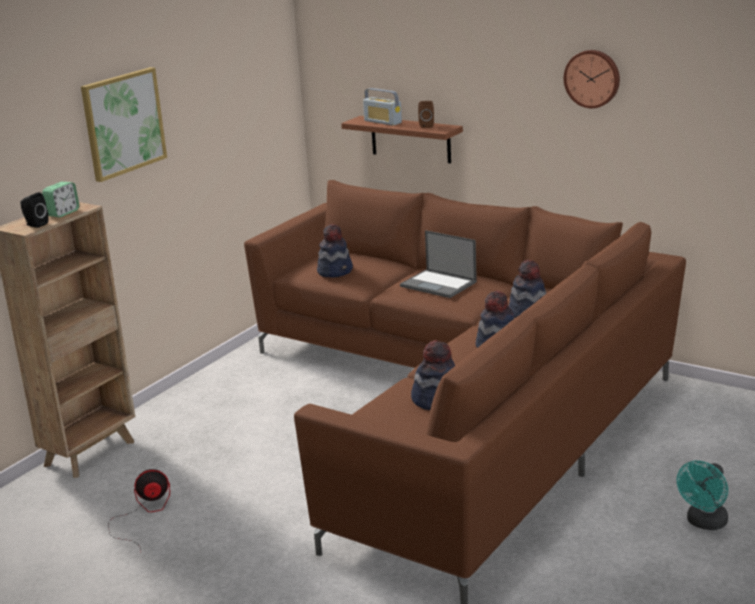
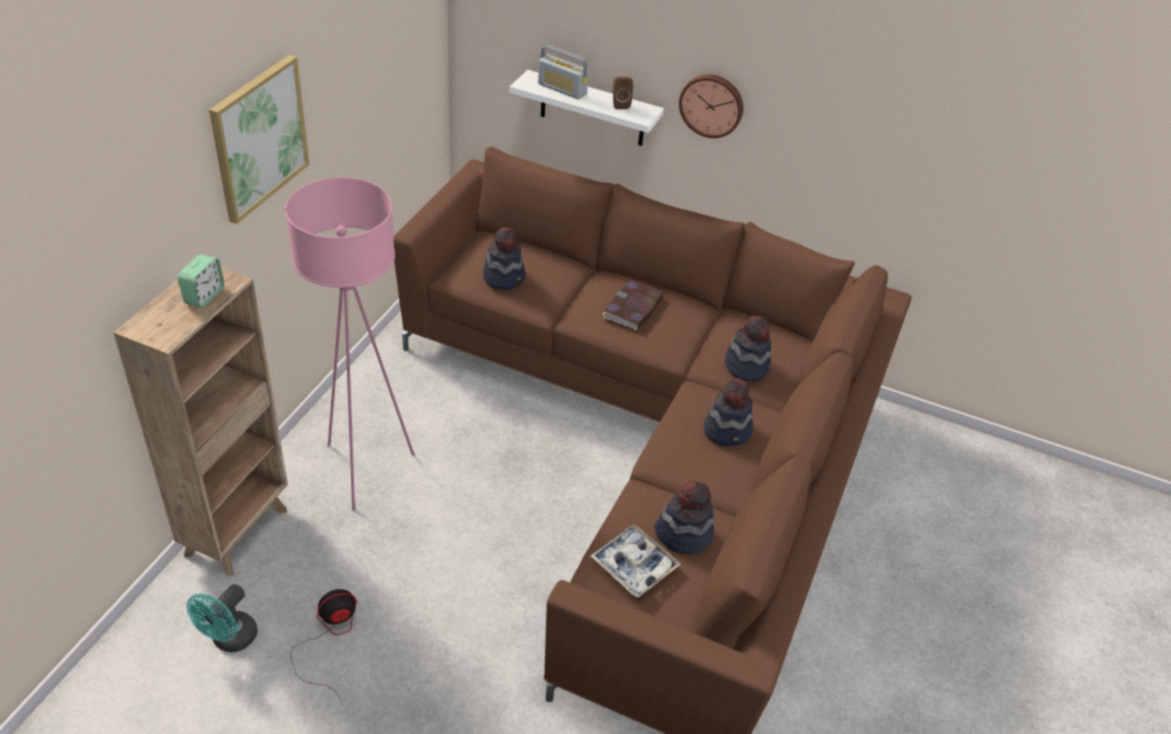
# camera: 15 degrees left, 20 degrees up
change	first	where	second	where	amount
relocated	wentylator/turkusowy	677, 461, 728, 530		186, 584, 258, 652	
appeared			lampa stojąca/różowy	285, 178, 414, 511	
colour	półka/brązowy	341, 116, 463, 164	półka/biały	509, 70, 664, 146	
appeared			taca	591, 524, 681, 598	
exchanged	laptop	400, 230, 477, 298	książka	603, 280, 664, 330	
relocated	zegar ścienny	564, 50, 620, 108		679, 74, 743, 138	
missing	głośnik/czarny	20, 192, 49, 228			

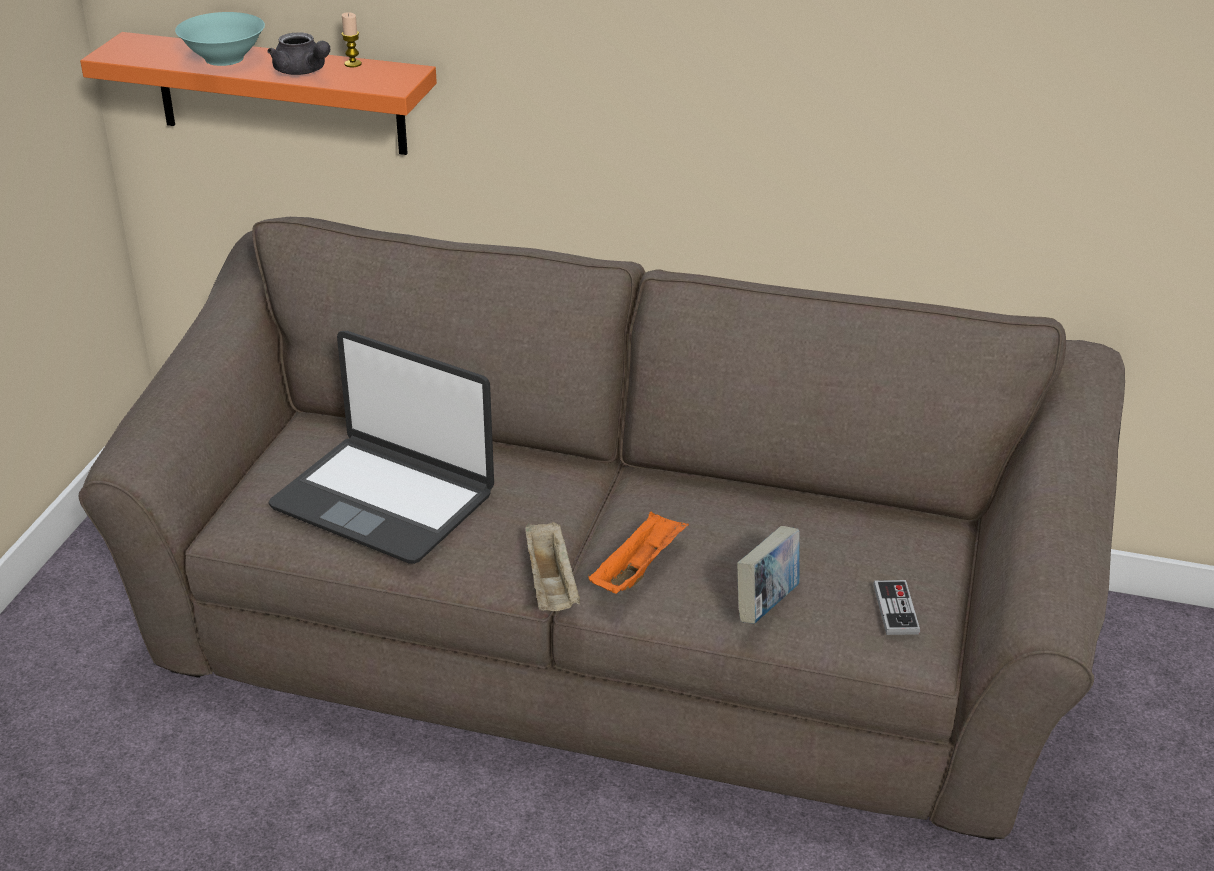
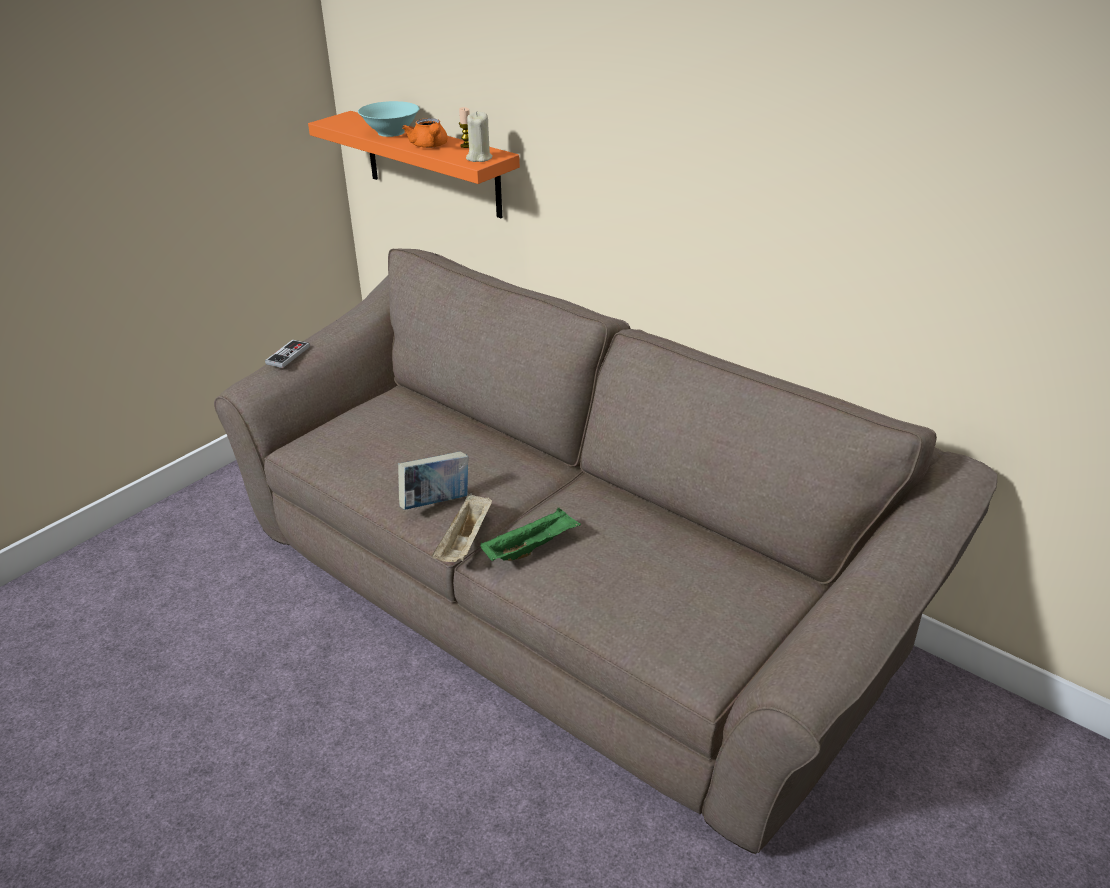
# camera: 25 degrees right, 0 degrees up
change	first	where	second	where	amount
relocated	pad do gier	874, 580, 920, 635		265, 340, 310, 368	
relocated	książka	737, 526, 800, 624		398, 451, 468, 510	
colour	imbryk/szary	267, 32, 330, 75	imbryk/pomarańczowy	402, 118, 448, 148	
appeared			świeca/beżowy	466, 111, 493, 162	
colour	taca/pomarańczowy	588, 511, 689, 594	taca/zielony	480, 508, 581, 561	
missing	laptop	268, 331, 494, 564			

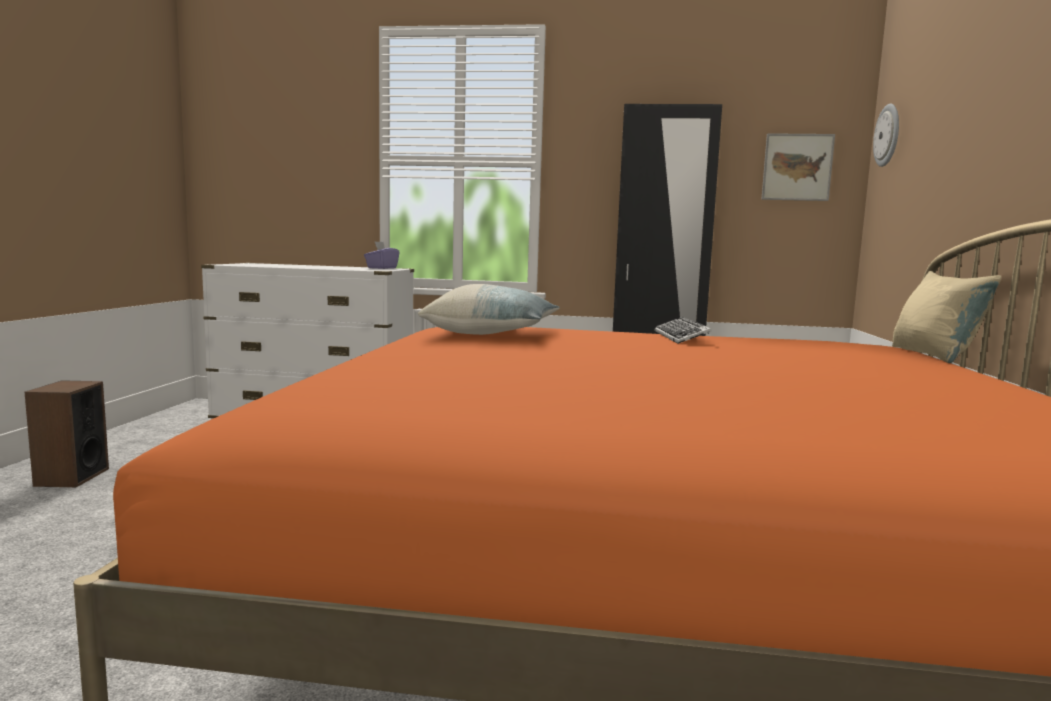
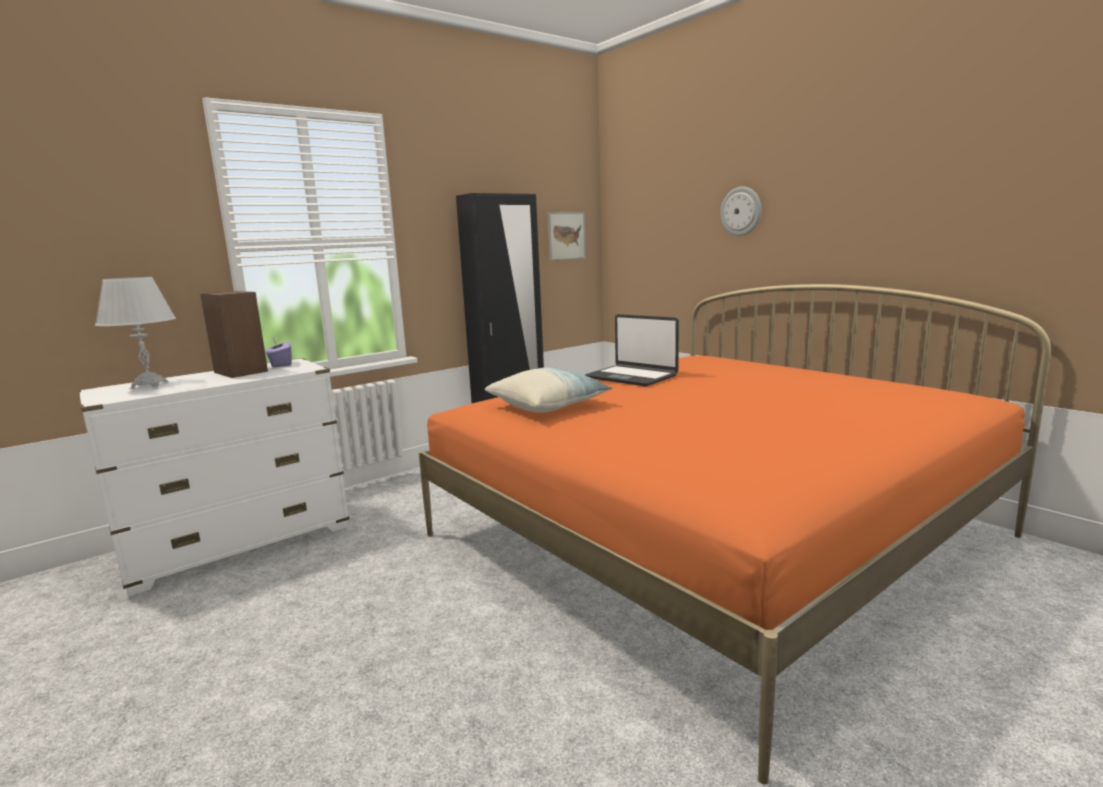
# camera: 45 degrees left, 5 degrees up
change	first	where	second	where	amount
appeared			lampa stołowa/biały	95, 276, 176, 389	
relocated	głośnik	25, 380, 109, 487		200, 291, 268, 378	
exchanged	klawiatura	655, 317, 712, 344	laptop	585, 314, 679, 387	
relocated	zegar ścienny	873, 104, 899, 167		720, 186, 761, 236	
missing	poduszka/beżowy	892, 271, 1001, 363			

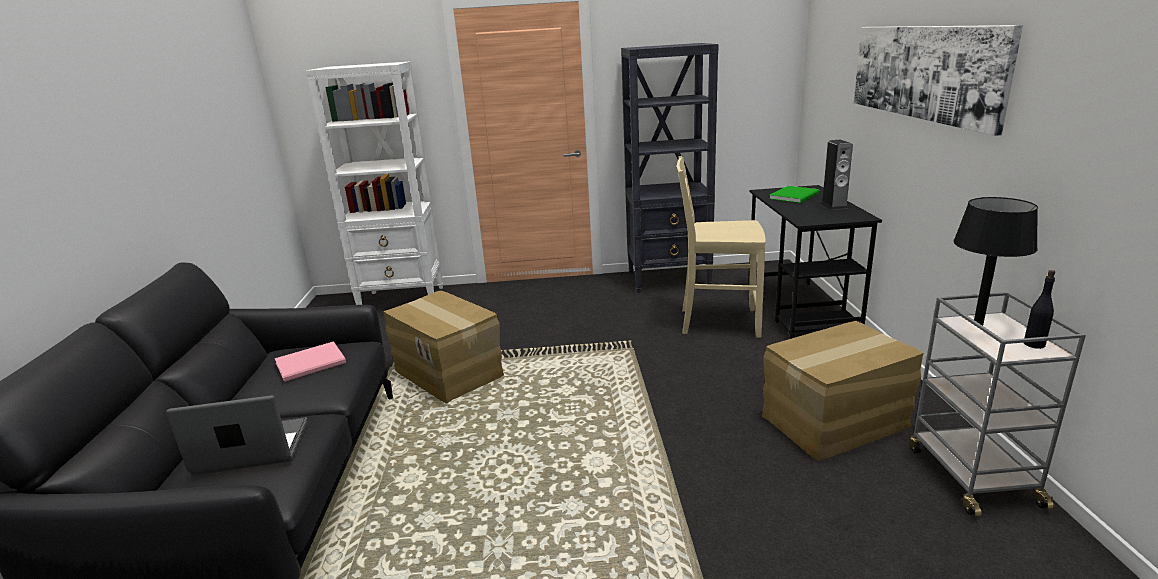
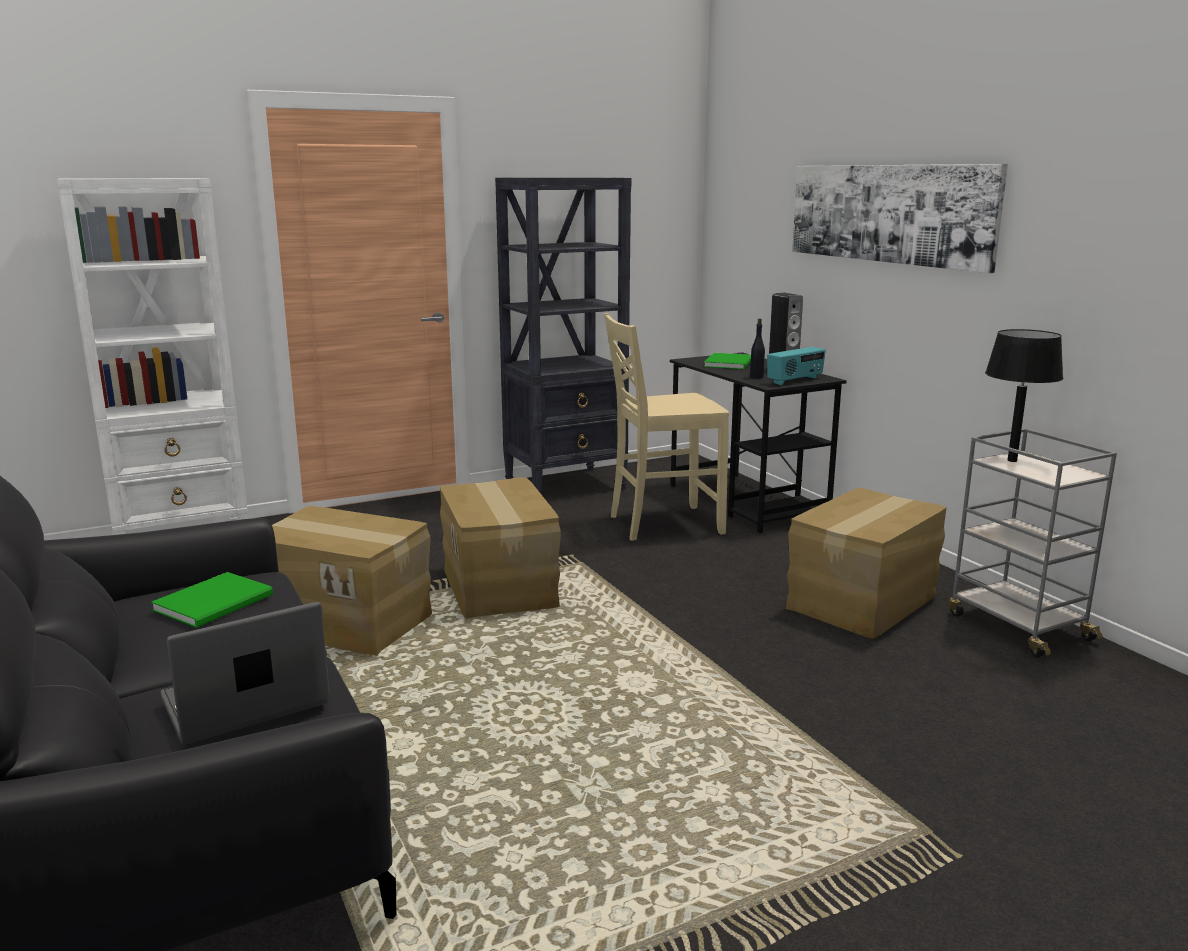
# camera: 25 degrees left, 5 degrees down
change	first	where	second	where	amount
colour	książka/różowy	275, 341, 346, 382	książka/zielony	151, 572, 273, 628	
appeared			karton	440, 478, 561, 619	
relocated	butelka/czarny	1024, 270, 1055, 349		750, 318, 765, 379	
appeared			radio	767, 347, 826, 385	

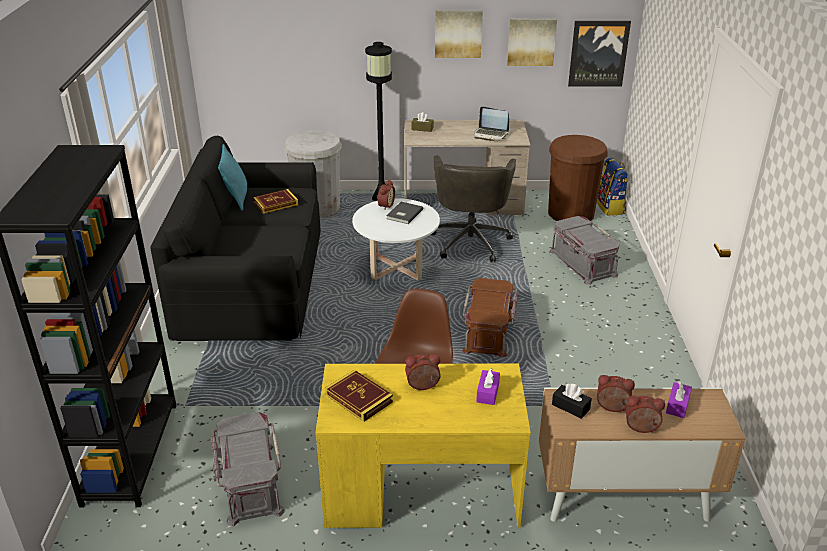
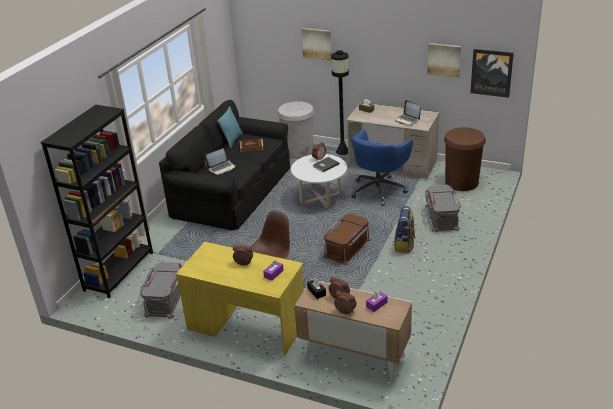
# camera: 25 degrees right, 0 degrees up
change	first	where	second	where	amount
appeared			laptop	204, 148, 236, 175	
relocated	obraz	435, 10, 483, 58		301, 28, 332, 61	
colour	krzesło biurowe/szary	431, 155, 516, 262	krzesło biurowe/niebieski	351, 130, 413, 206	
relocated	plecak	597, 158, 629, 216		394, 206, 415, 253	
missing	książka	325, 370, 393, 422			

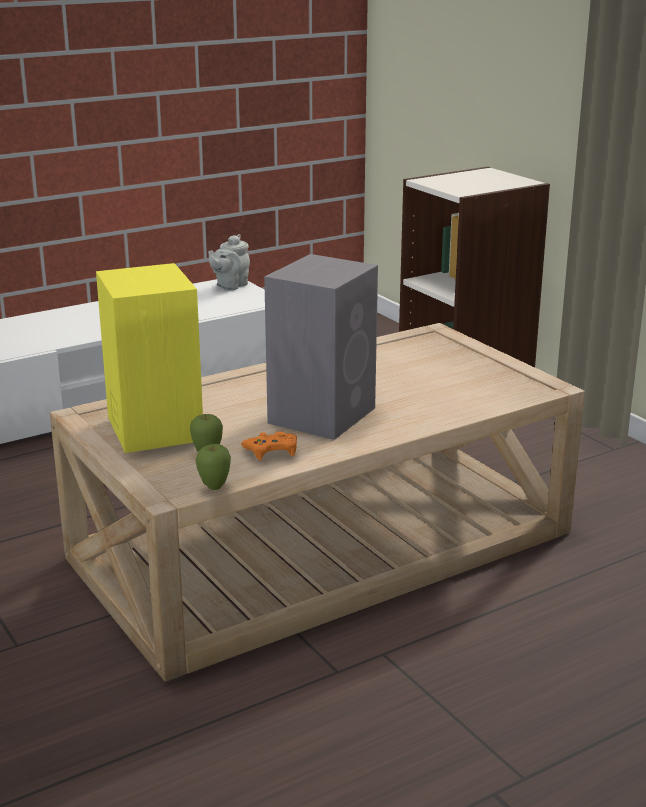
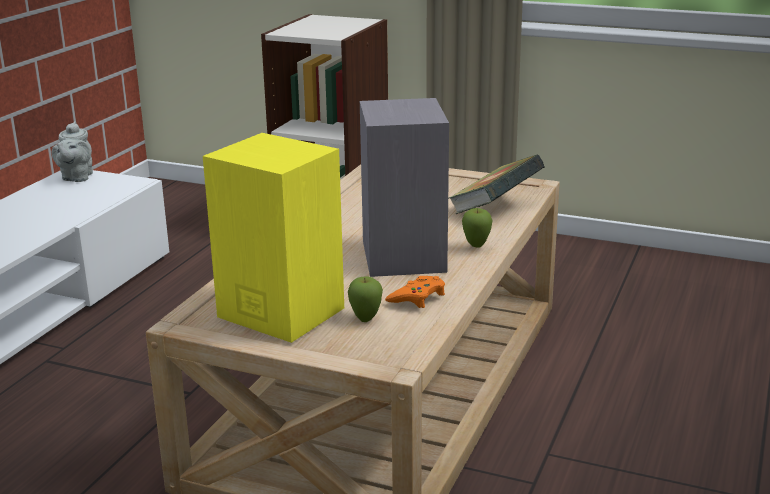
# camera: 35 degrees left, 0 degrees up
change	first	where	second	where	amount
appeared			książka	448, 155, 544, 214	
relocated	jabłko	195, 444, 231, 490		462, 208, 493, 248	

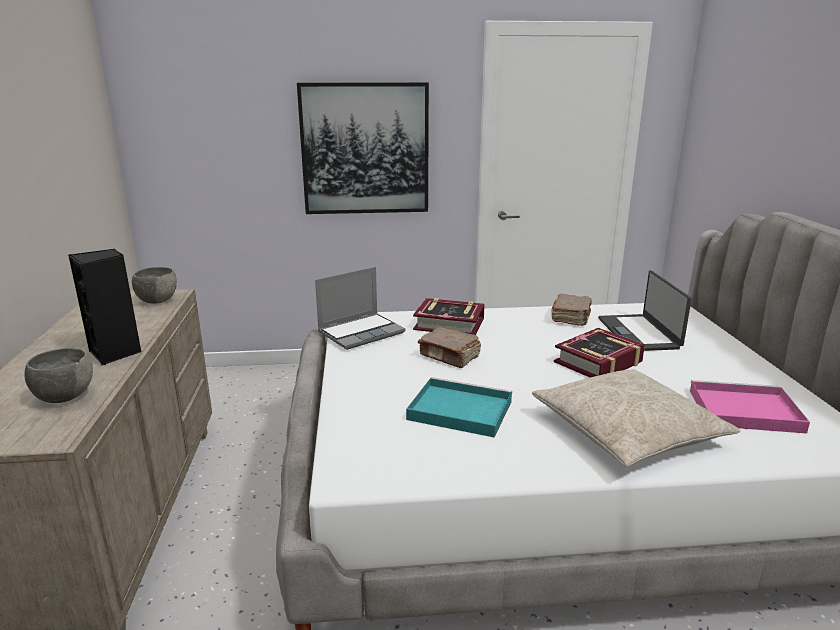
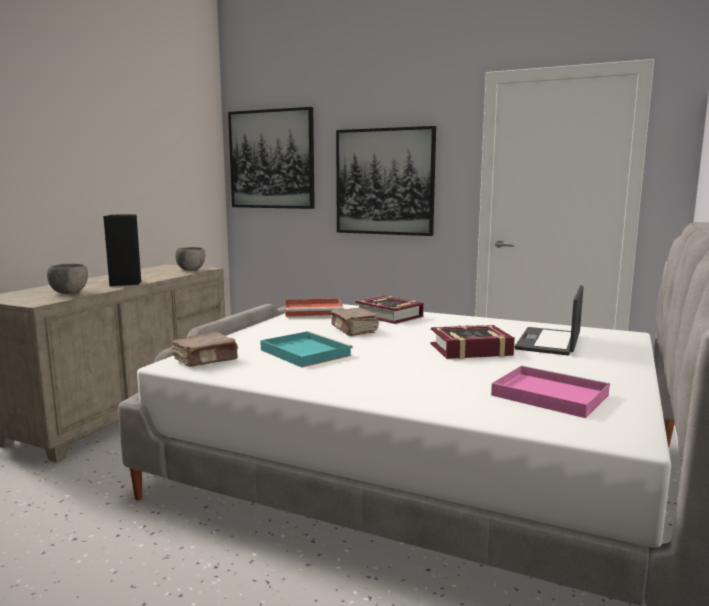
# camera: 30 degrees right, 10 degrees down
change	first	where	second	where	amount
relocated	książka/brązowy	551, 293, 592, 326		172, 332, 238, 367	
appeared			obraz	228, 107, 315, 209	
exchanged	laptop	315, 267, 406, 350	taca/czerwony	285, 298, 344, 317	
missing	poduszka/beżowy	532, 370, 740, 467			

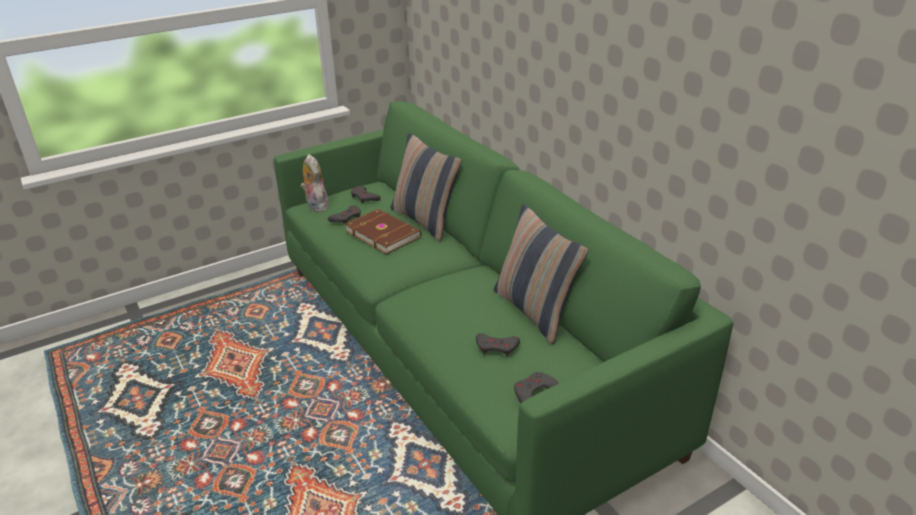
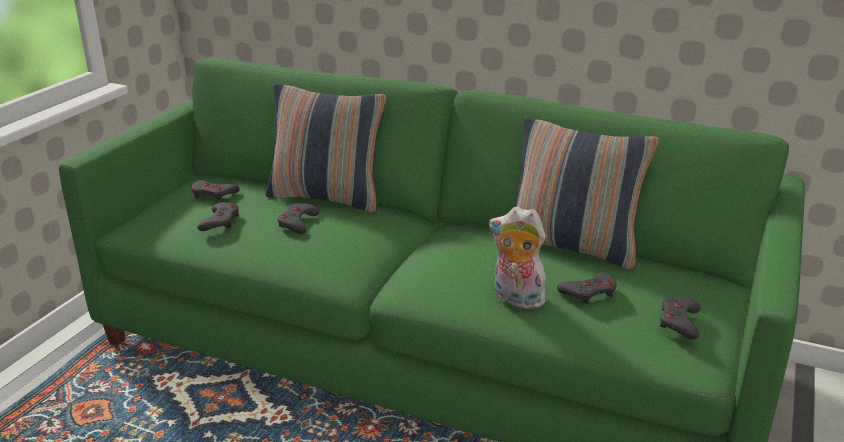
# camera: 35 degrees left, 5 degrees down
change	first	where	second	where	amount
exchanged	książka/brązowy	345, 209, 421, 255	pad do gier/szary	277, 203, 320, 234	
relocated	pluszak	301, 154, 329, 212		489, 206, 548, 309	

